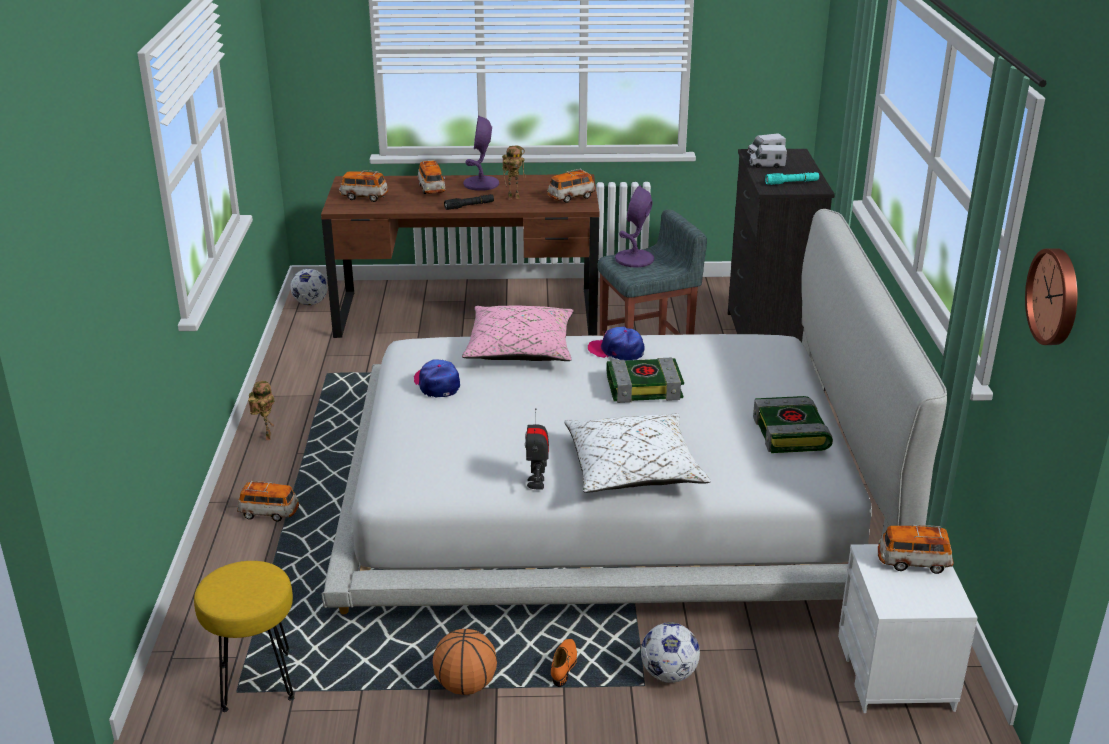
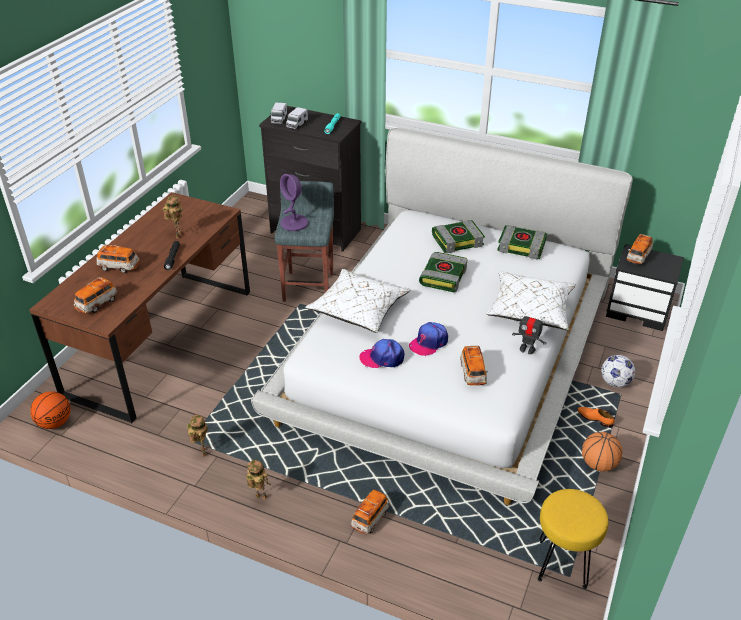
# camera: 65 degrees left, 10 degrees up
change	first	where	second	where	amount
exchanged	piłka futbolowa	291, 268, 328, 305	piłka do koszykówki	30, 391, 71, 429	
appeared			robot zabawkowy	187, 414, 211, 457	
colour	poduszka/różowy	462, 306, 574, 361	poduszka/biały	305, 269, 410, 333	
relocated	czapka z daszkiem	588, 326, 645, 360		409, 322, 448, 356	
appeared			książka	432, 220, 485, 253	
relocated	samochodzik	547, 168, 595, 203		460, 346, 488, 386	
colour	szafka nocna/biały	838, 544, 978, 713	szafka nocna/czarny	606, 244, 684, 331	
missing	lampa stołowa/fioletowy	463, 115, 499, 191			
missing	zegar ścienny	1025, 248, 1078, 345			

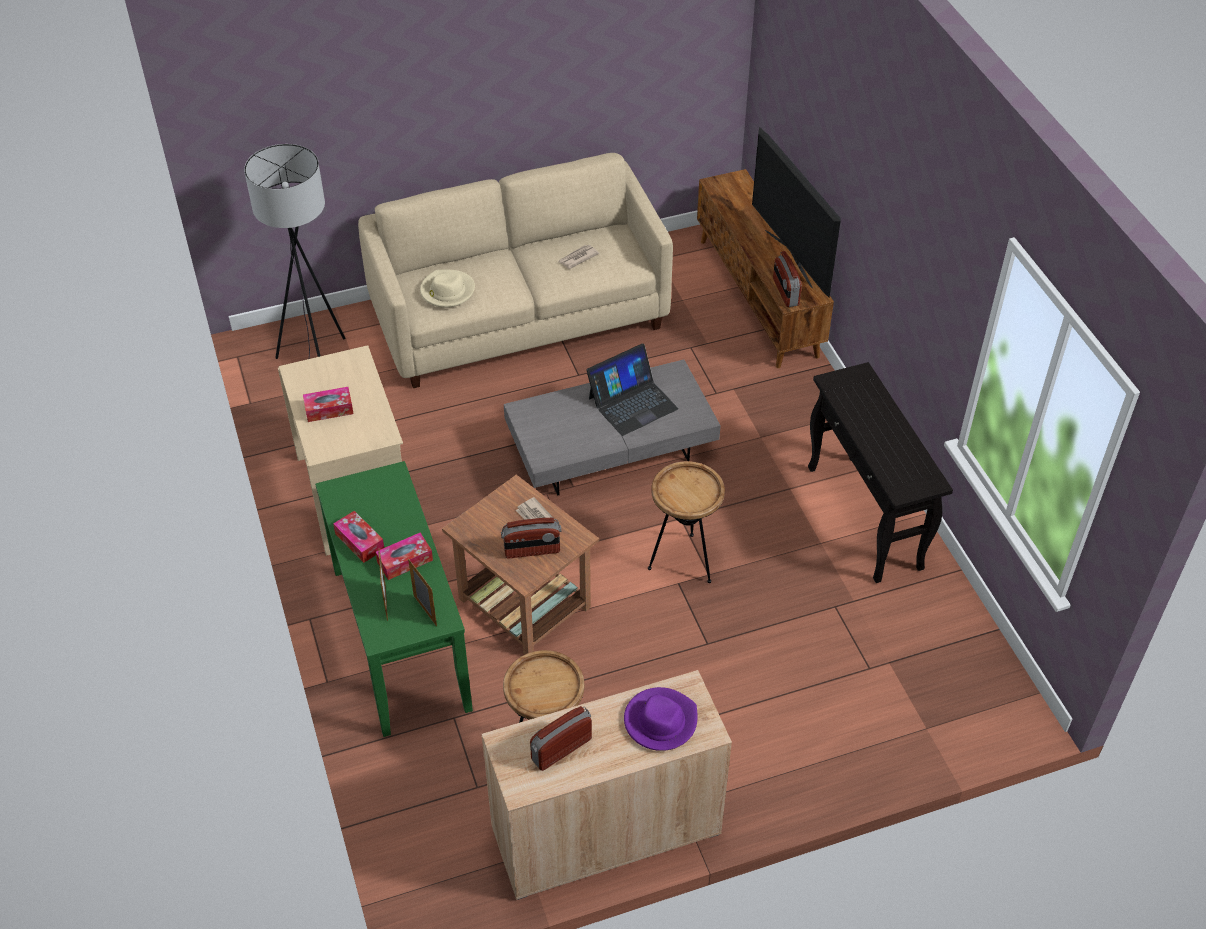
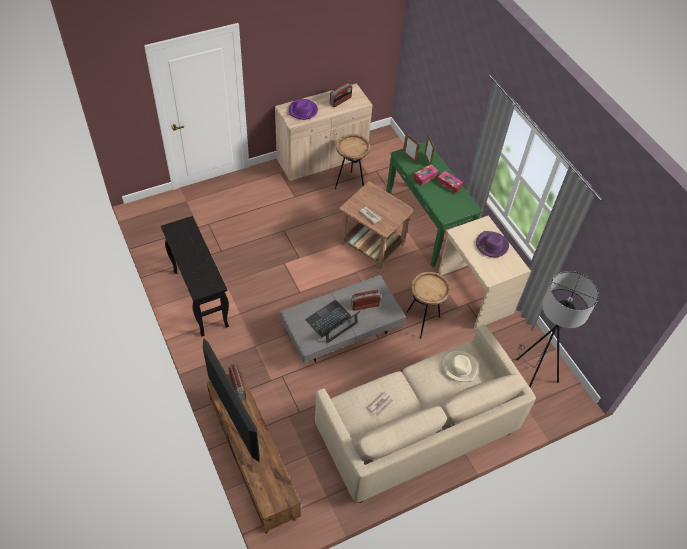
# camera: 170 degrees right, 5 degrees up
change	first	where	second	where	amount
relocated	radio	501, 518, 561, 558		351, 290, 381, 311	
relocated	stolik/brązowy	648, 461, 725, 583		407, 272, 450, 339	
exchanged	pudełko chusteczek	303, 387, 354, 422	kapelusz/fioletowy	476, 231, 509, 257	

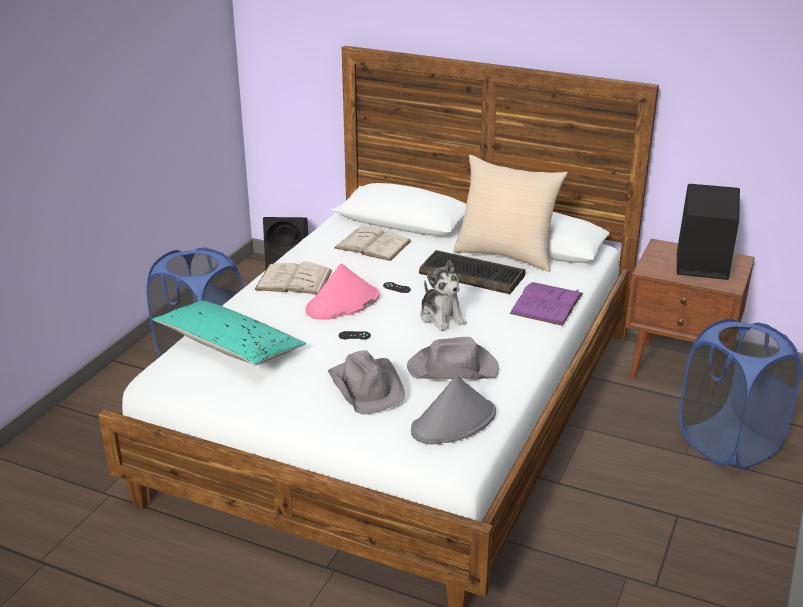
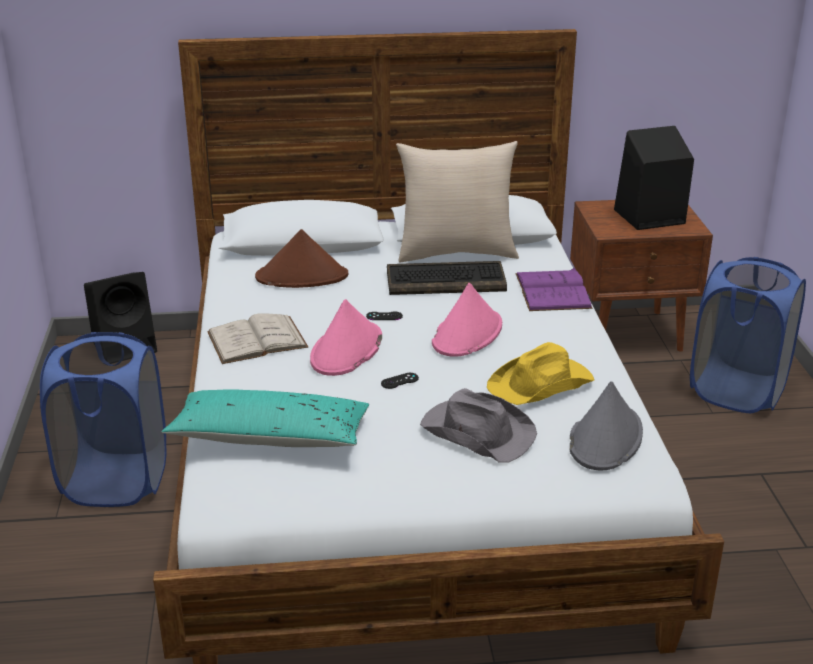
# camera: 30 degrees left, 0 degrees up
change	first	where	second	where	amount
exchanged	książka/biały	334, 225, 411, 261	kapelusz/brązowy	255, 229, 348, 288	
exchanged	pluszak	420, 260, 466, 331	kapelusz/różowy	432, 283, 502, 357	
colour	kapelusz/szary	407, 337, 499, 380	kapelusz/żółty	487, 342, 595, 405	

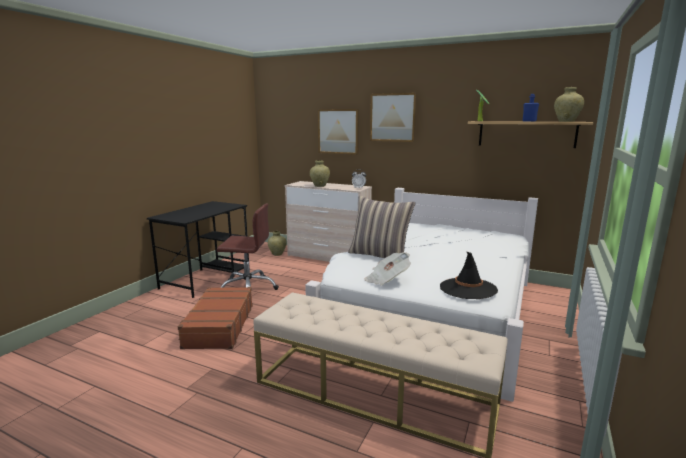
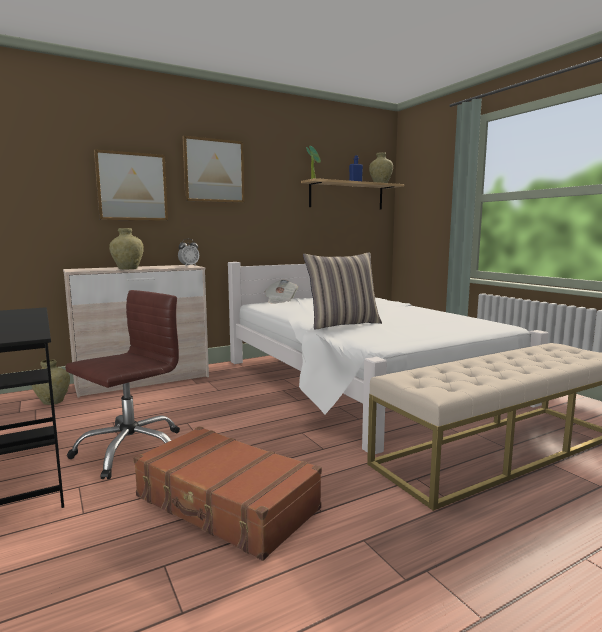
# camera: 55 degrees left, 5 degrees down
change	first	where	second	where	amount
relocated	gazeta	365, 252, 411, 286		265, 279, 298, 304	
missing	kapelusz/czarny	440, 252, 498, 299			

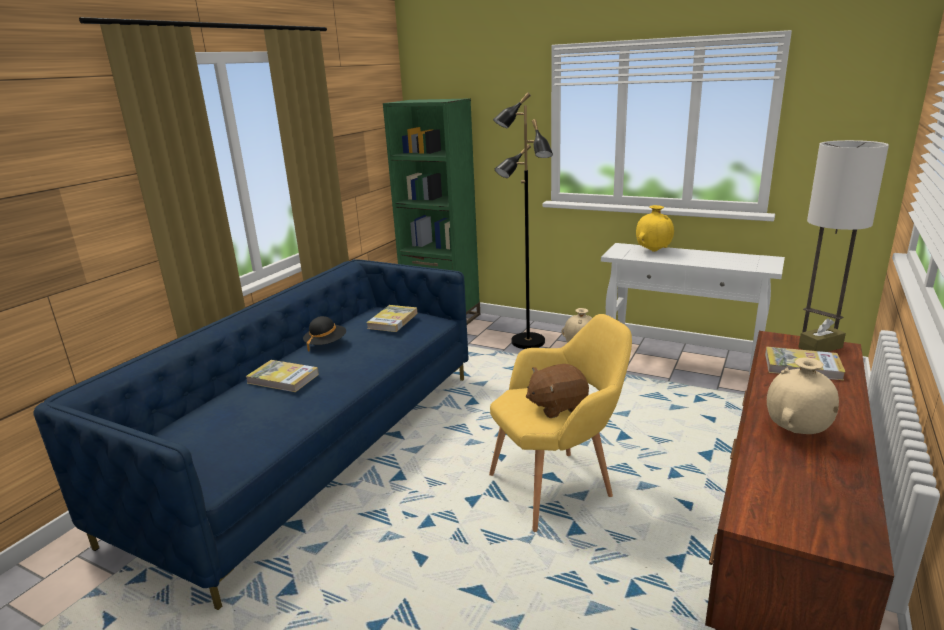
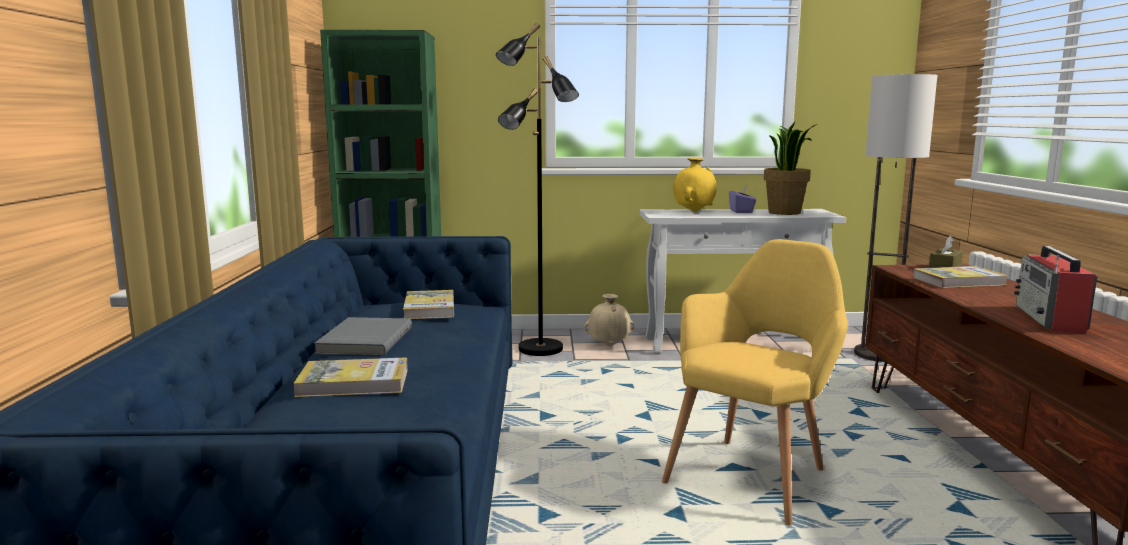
# camera: 30 degrees left, 10 degrees down
change	first	where	second	where	amount
exchanged	kapelusz/czarny	303, 316, 346, 351	książka/szary	314, 317, 412, 356	
appeared			pudełko chusteczek/fioletowy	729, 185, 756, 213	
appeared			roślina doniczkowa	764, 122, 817, 215	
exchanged	wazon/beżowy	767, 358, 839, 434	radio	1014, 246, 1097, 333	
missing	pluszak/brązowy	526, 364, 589, 418			

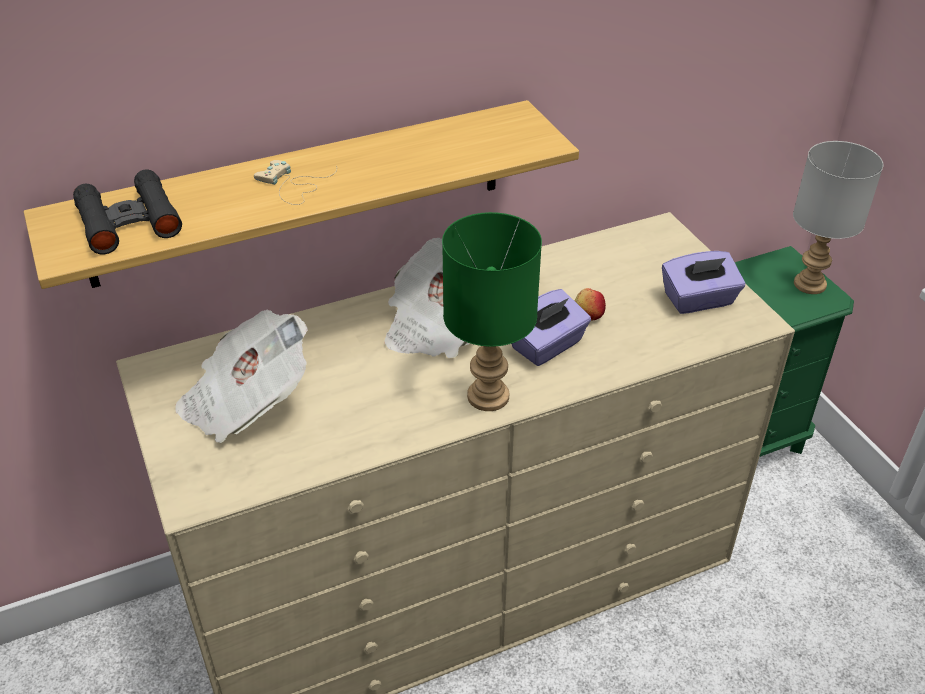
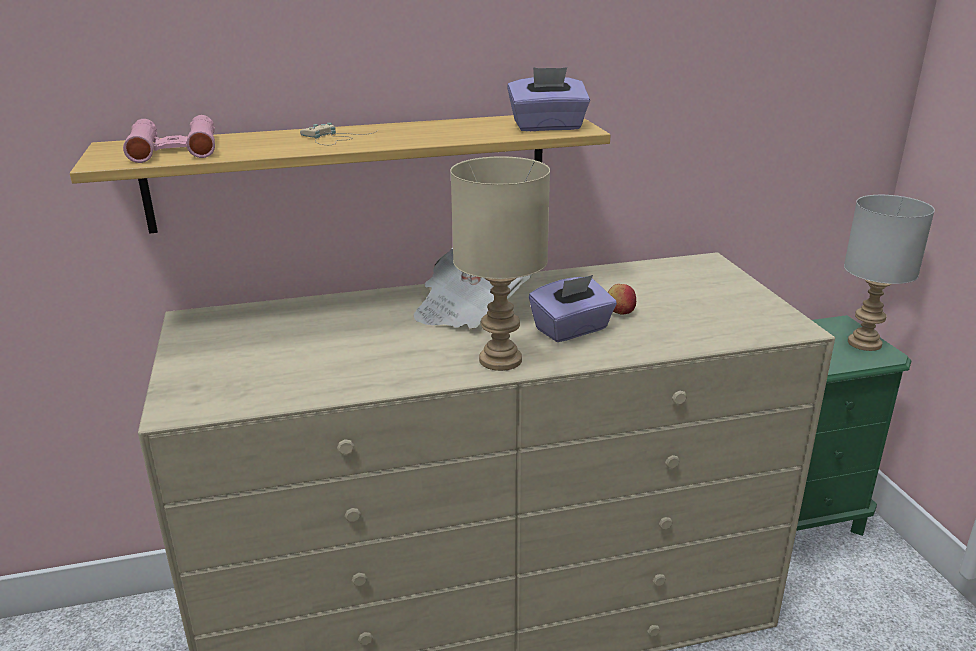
# camera: 10 degrees right, 15 degrees down
change	first	where	second	where	amount
colour	lornetka/czarny	73, 169, 182, 255	lornetka/różowy	123, 115, 215, 163	
colour	lampa stołowa/zielony	442, 212, 542, 411	lampa stołowa/beżowy	450, 156, 550, 371	
relocated	pudełko chusteczek/fioletowy	662, 251, 745, 314		507, 67, 590, 131	
missing	gazeta	175, 309, 308, 443			

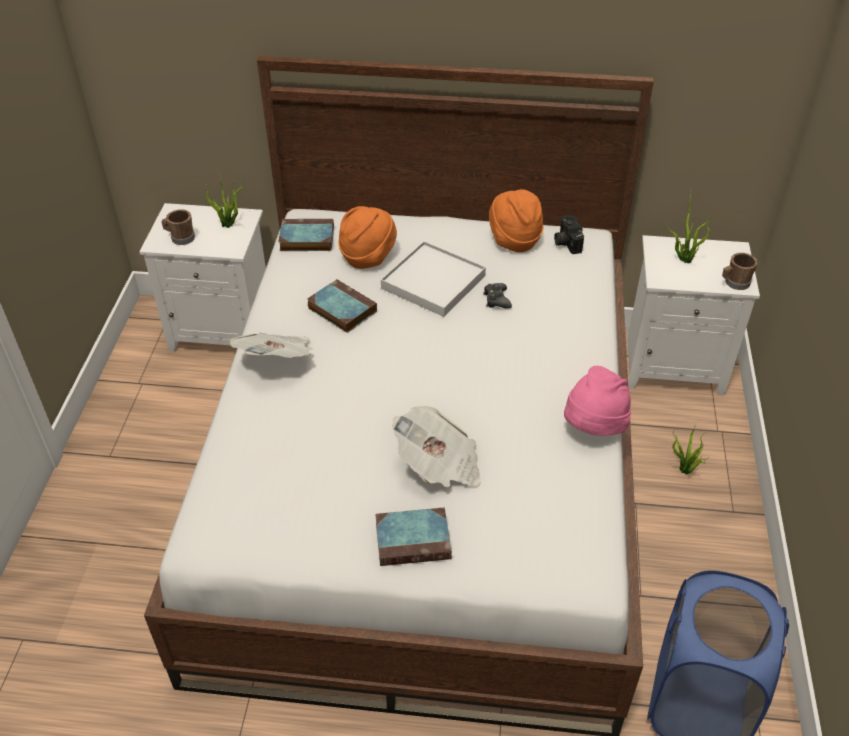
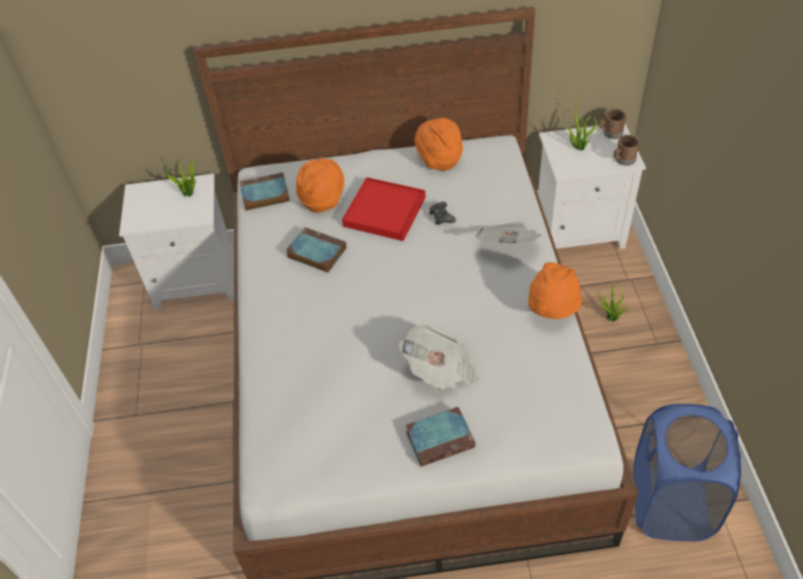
# camera: 10 degrees left, 5 degrees up
change	first	where	second	where	amount
colour	taca/biały	381, 241, 486, 317	taca/czerwony	342, 177, 426, 241	
relocated	gazeta	230, 332, 312, 358		475, 221, 541, 245	
colour	kapelusz/różowy	564, 366, 631, 436	kapelusz/pomarańczowy	528, 262, 582, 319	
relocated	kubek/brązowy	161, 209, 195, 245		599, 109, 627, 139	
missing	aparat fotograficzny	554, 215, 584, 254			

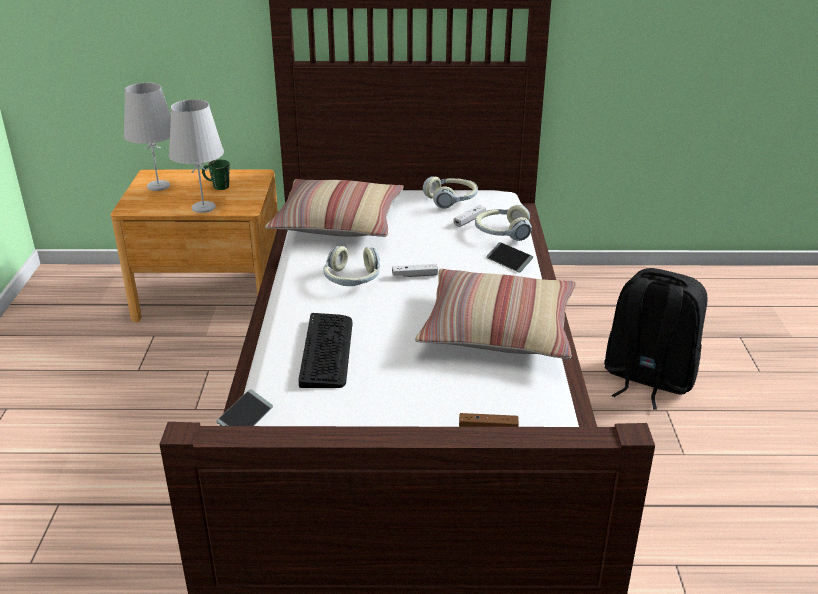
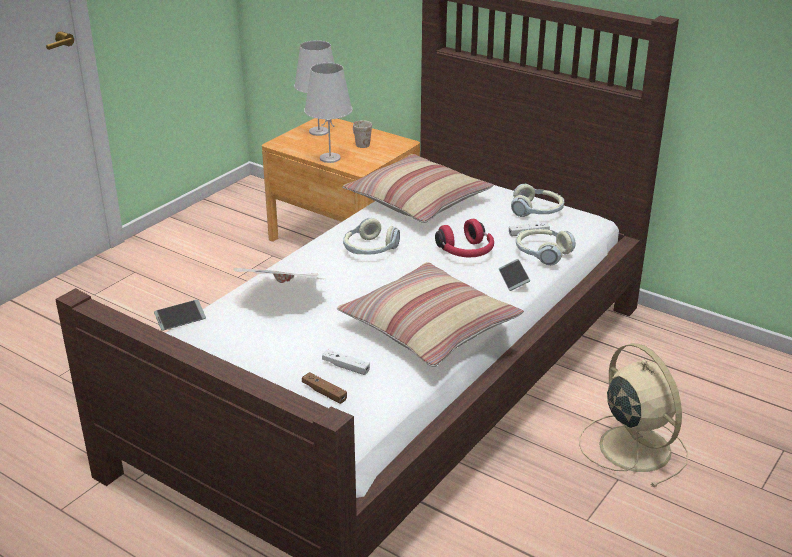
# camera: 35 degrees right, 0 degrees up
change	first	where	second	where	amount
exchanged	klawiatura	298, 313, 353, 388	gazeta	233, 268, 327, 283	
relocated	pad do gier/biały	392, 264, 438, 277		322, 349, 370, 375	
colour	kubek/zielony	202, 160, 230, 190	kubek/biały	353, 120, 372, 148	
appeared			słuchawki/czerwony	435, 219, 494, 257	
exchanged	plecak/czarny	604, 268, 708, 410	wentylator/beżowy	579, 343, 688, 487	

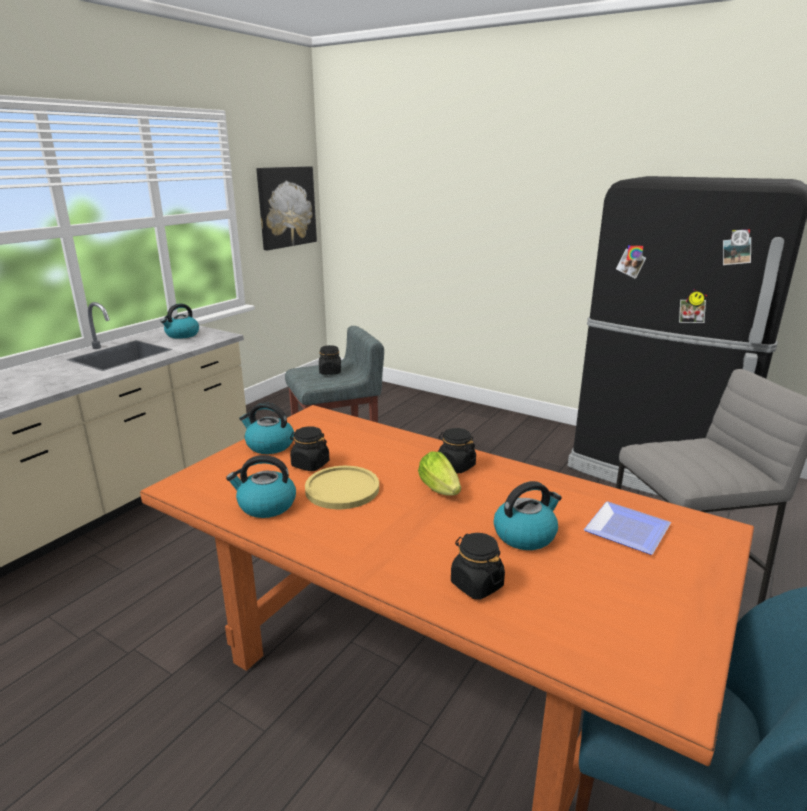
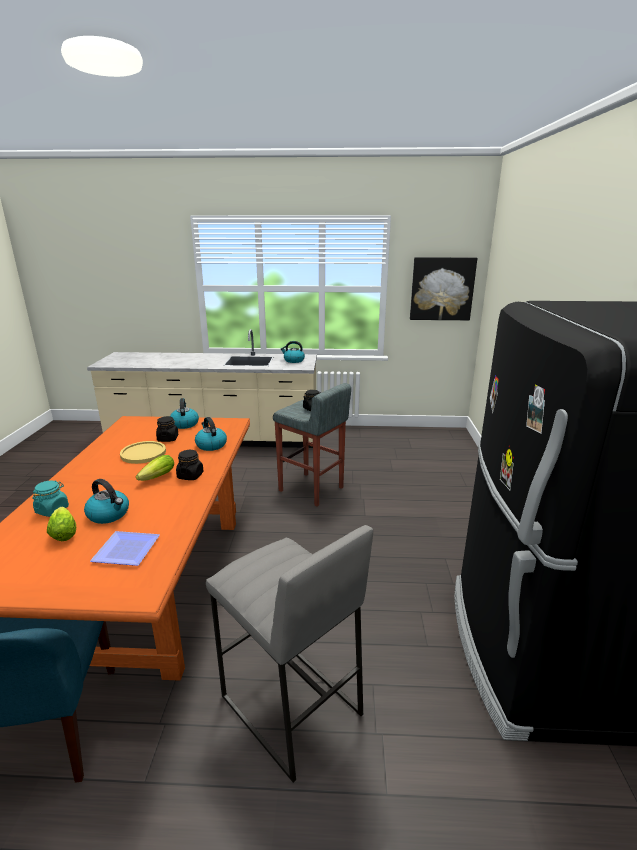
# camera: 60 degrees right, 0 degrees up
change	first	where	second	where	amount
colour	słoik/czarny	451, 533, 505, 600	słoik/turkusowy	32, 481, 69, 517	
appeared			sałata	47, 507, 76, 541	
relocated	czajnik	226, 455, 296, 518		195, 417, 227, 451	

